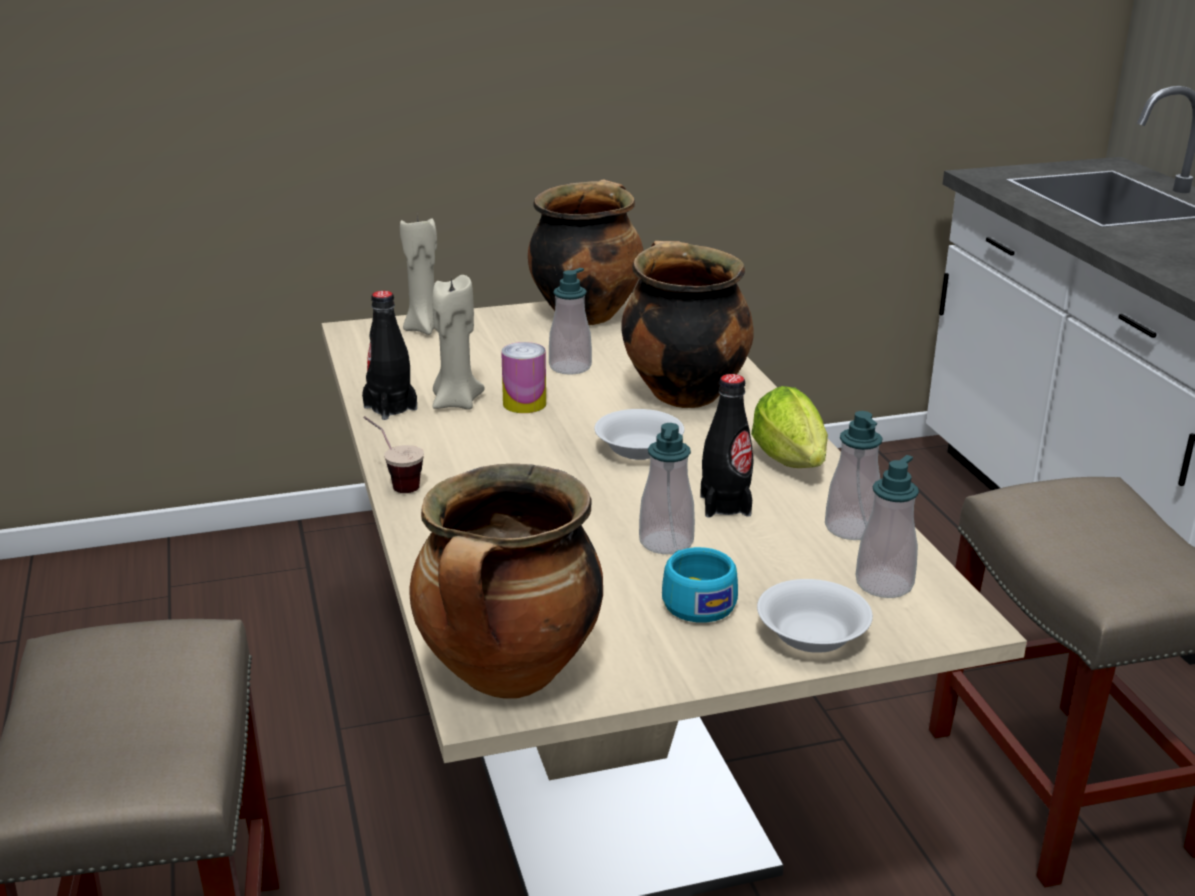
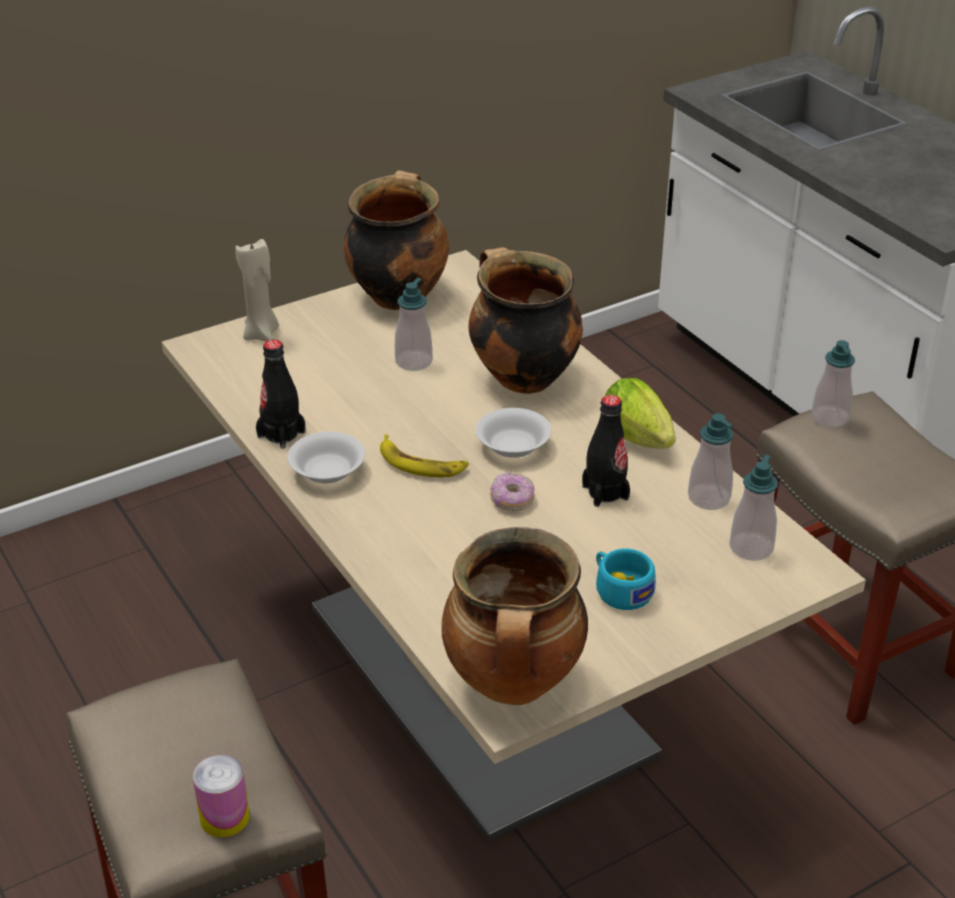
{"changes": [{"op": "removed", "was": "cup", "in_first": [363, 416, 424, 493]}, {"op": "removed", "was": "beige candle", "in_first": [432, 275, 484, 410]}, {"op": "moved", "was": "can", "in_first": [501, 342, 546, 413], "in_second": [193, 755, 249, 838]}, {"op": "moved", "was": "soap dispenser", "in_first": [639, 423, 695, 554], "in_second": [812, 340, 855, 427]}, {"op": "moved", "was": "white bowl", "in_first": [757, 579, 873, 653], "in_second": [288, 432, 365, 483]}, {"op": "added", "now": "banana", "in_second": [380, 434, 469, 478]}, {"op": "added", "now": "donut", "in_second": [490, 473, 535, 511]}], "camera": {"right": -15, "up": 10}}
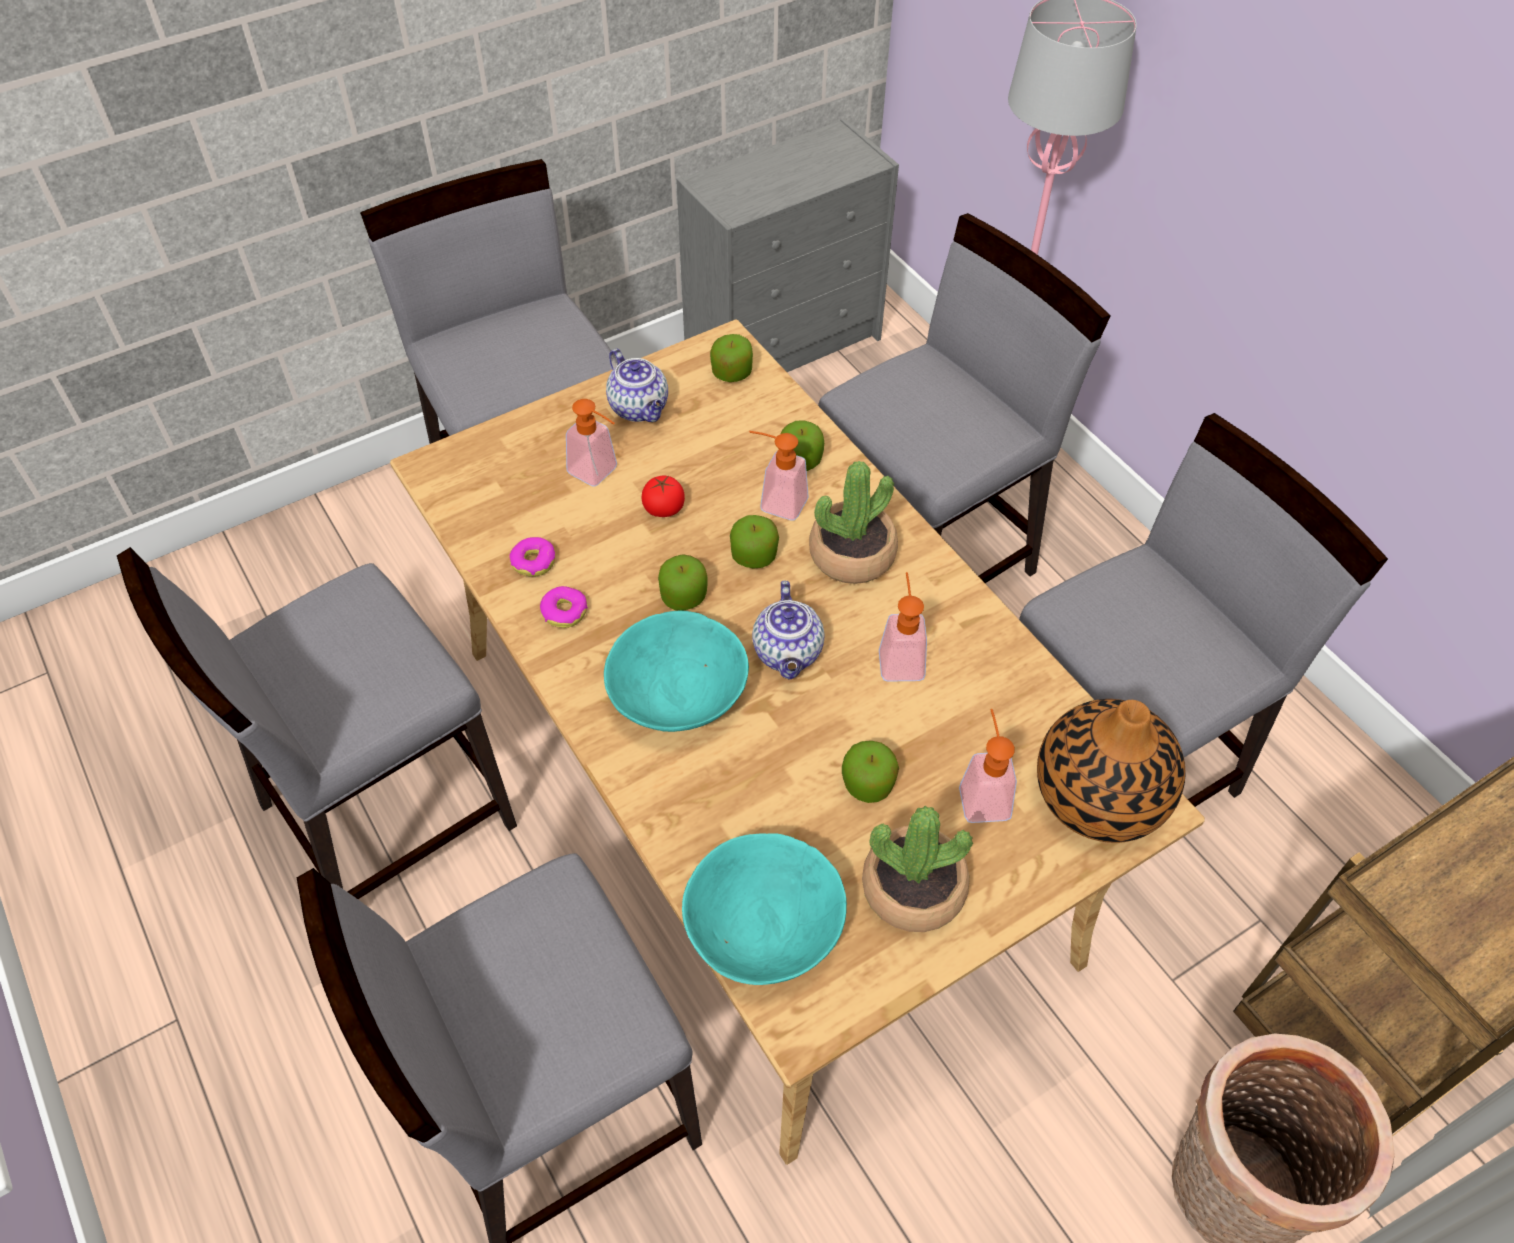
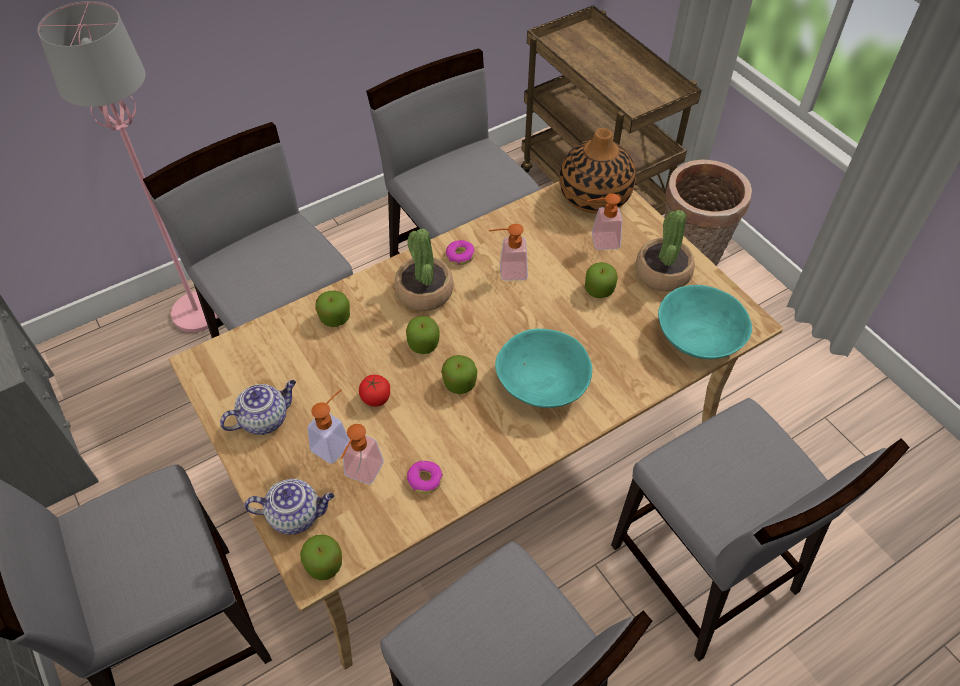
{"changes": [{"op": "moved", "was": "donut", "in_first": [540, 586, 588, 628], "in_second": [446, 240, 475, 265]}, {"op": "moved", "was": "apple", "in_first": [710, 334, 753, 382], "in_second": [300, 535, 342, 580]}, {"op": "moved", "was": "soap dispenser", "in_first": [749, 431, 809, 521], "in_second": [341, 424, 384, 484]}, {"op": "moved", "was": "teapot", "in_first": [752, 581, 825, 680], "in_second": [244, 479, 334, 535]}], "camera": {"right": -90, "up": 0}}
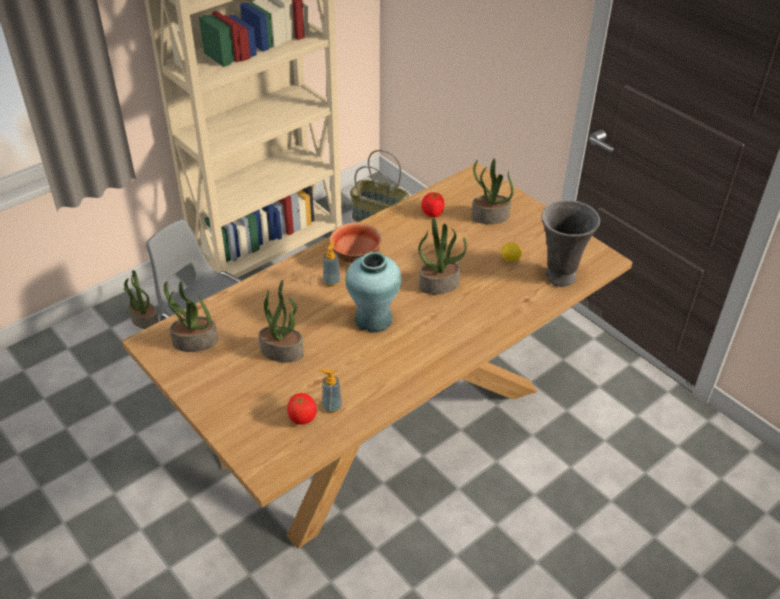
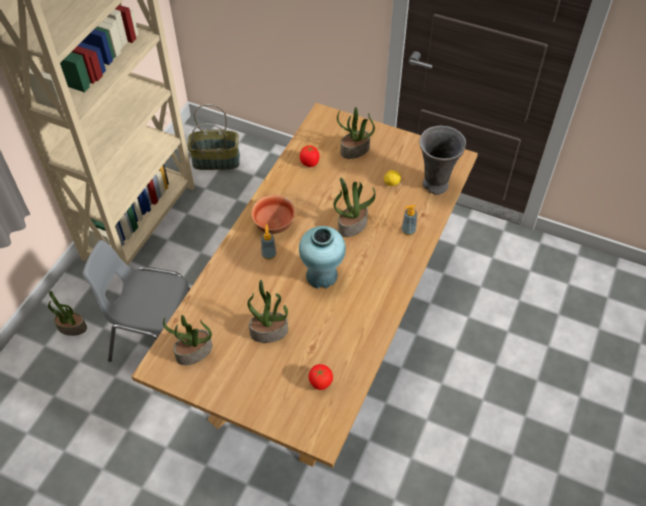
{"changes": [{"op": "moved", "was": "soap dispenser", "in_first": [320, 369, 342, 413], "in_second": [401, 204, 417, 236]}], "camera": {"right": -25, "up": 10}}
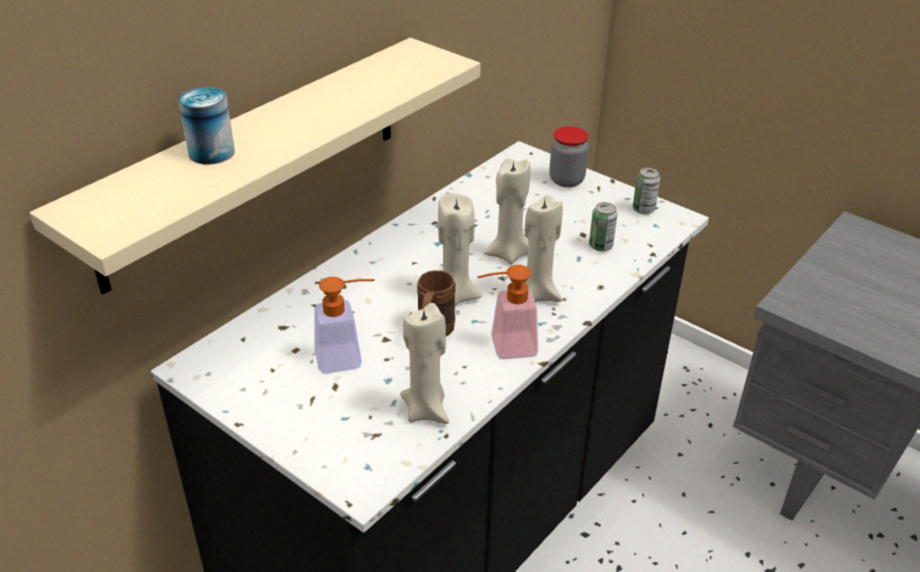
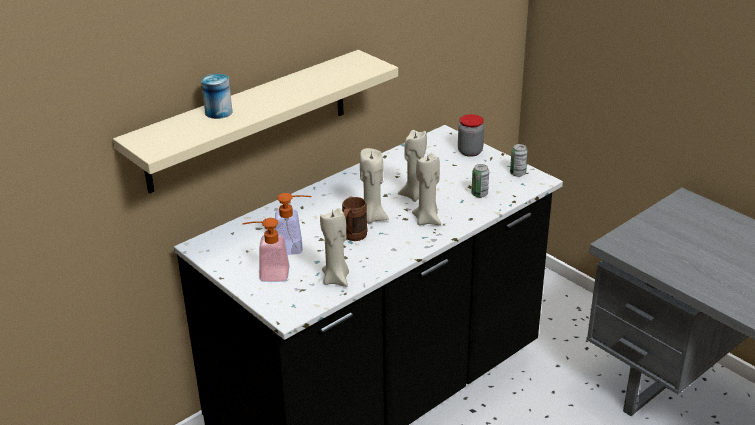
{"changes": [{"op": "moved", "was": "soap dispenser", "in_first": [477, 265, 538, 360], "in_second": [242, 218, 290, 282]}], "camera": {"right": 10, "up": -5}}
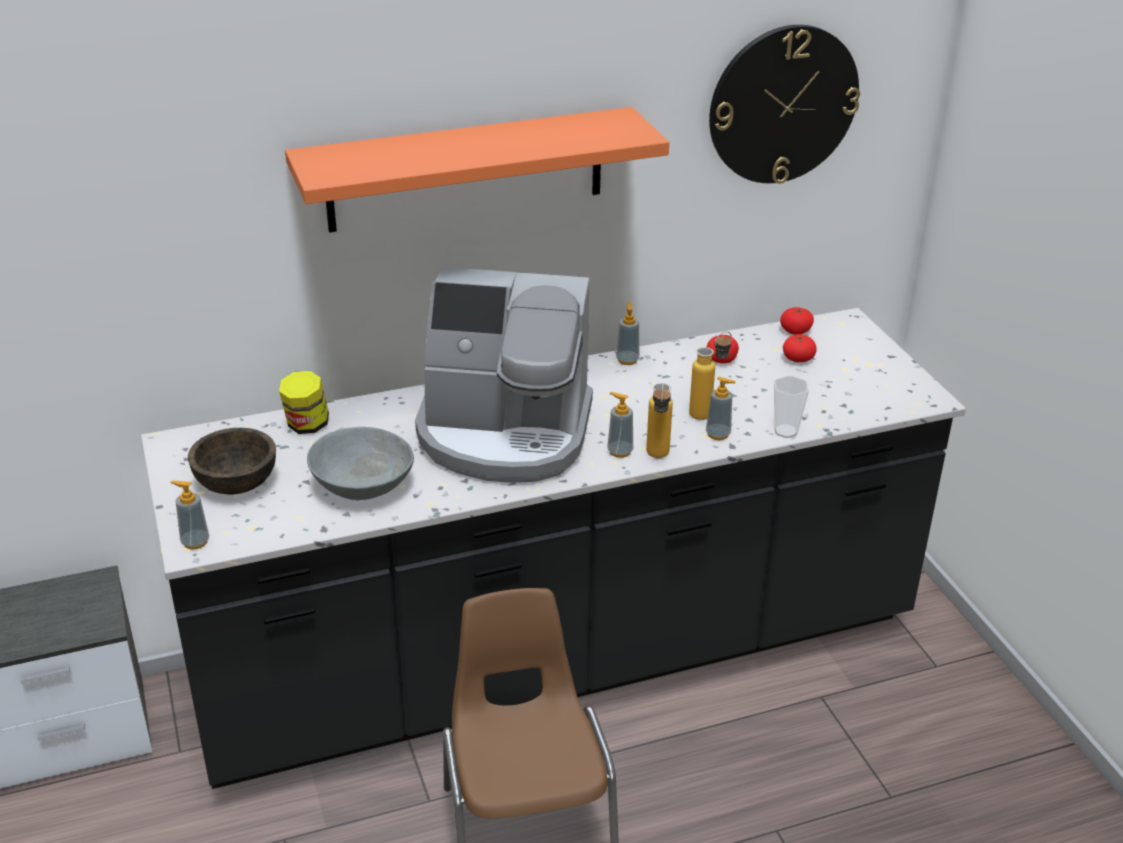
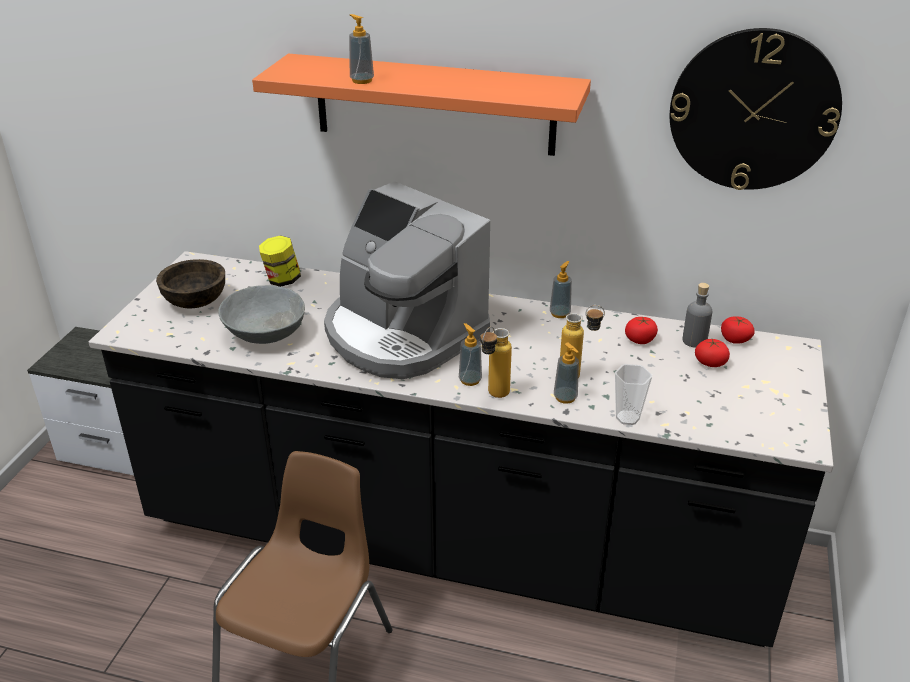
{"changes": [{"op": "moved", "was": "soap dispenser", "in_first": [170, 481, 209, 549], "in_second": [349, 14, 374, 84]}, {"op": "added", "now": "grey bottle", "in_second": [682, 283, 712, 348]}], "camera": {"right": 35, "up": 0}}
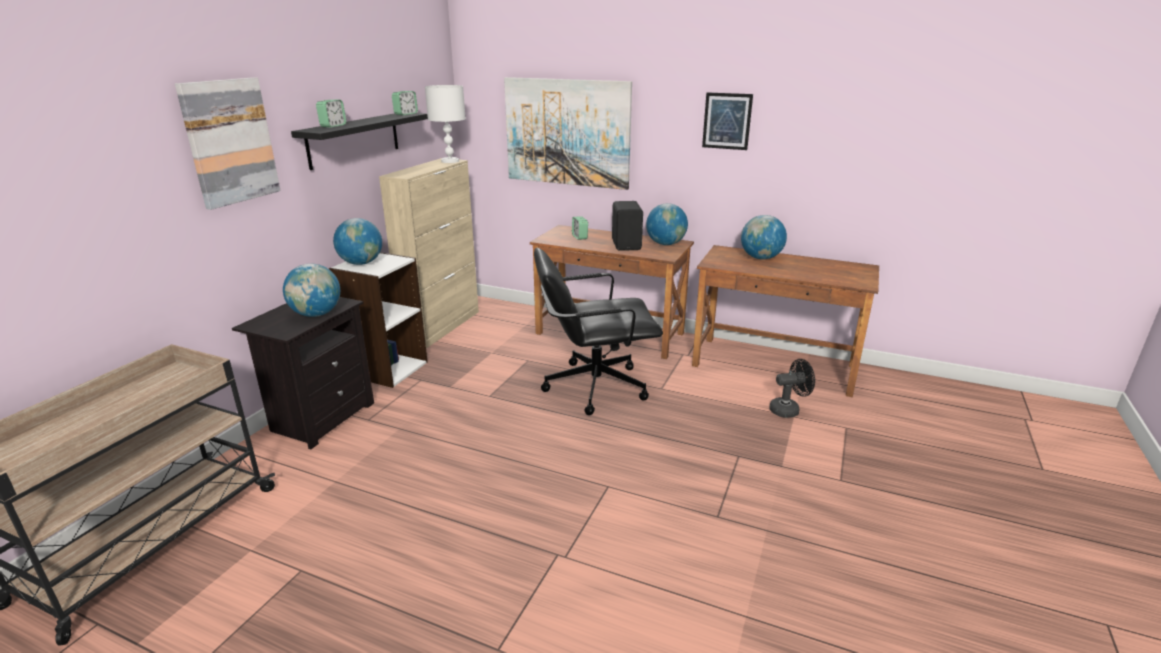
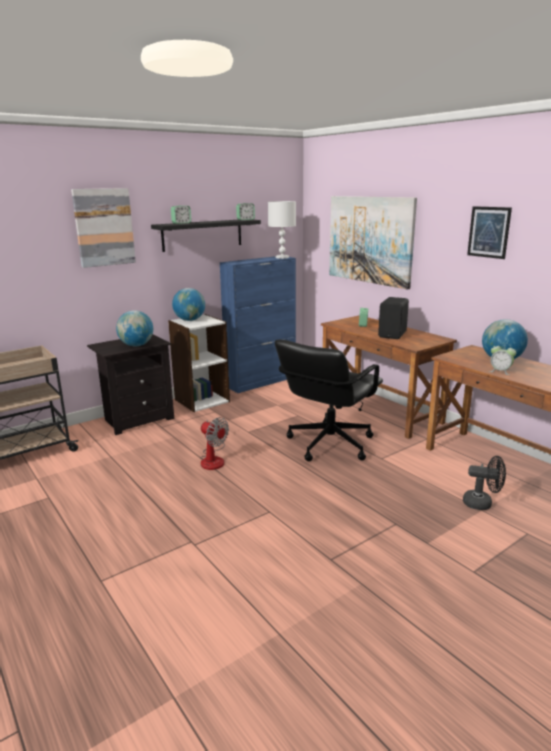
{"changes": [{"op": "recoloured", "was": "beige cabinet", "now": "blue cabinet", "in_first": [379, 158, 479, 348], "in_second": [220, 256, 296, 393]}, {"op": "turned", "was": "black office chair", "in_first": [534, 248, 663, 415], "in_second": [275, 340, 383, 461], "clockwise": -75}, {"op": "removed", "was": "globe", "in_first": [646, 203, 688, 245]}, {"op": "added", "now": "fan", "in_second": [200, 417, 229, 470]}, {"op": "added", "now": "alarm clock", "in_second": [489, 343, 516, 375]}], "camera": {"right": 30, "up": -5}}
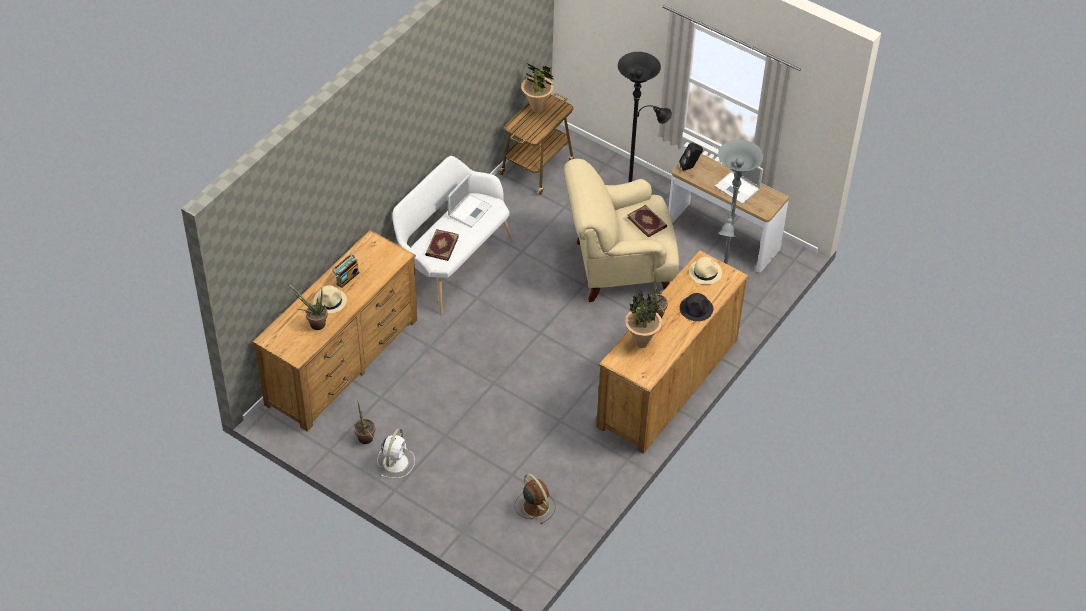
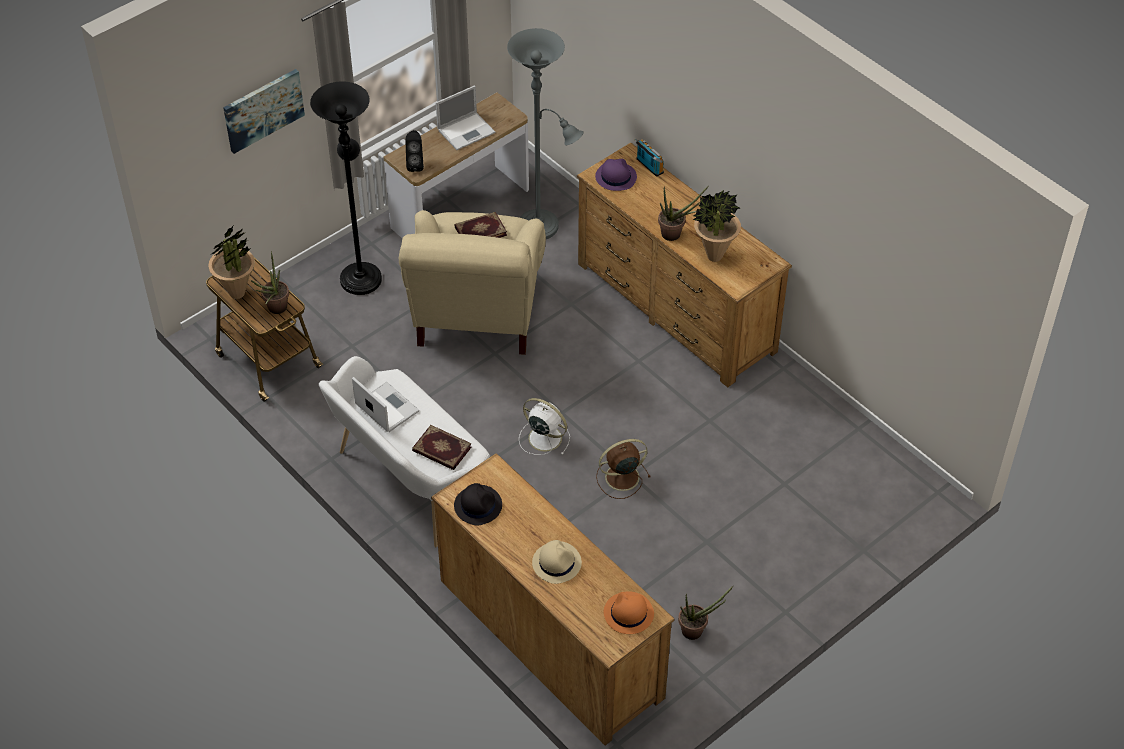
{"changes": [{"op": "moved", "was": "potted plant", "in_first": [287, 283, 328, 330], "in_second": [251, 251, 289, 314]}, {"op": "moved", "was": "radio", "in_first": [332, 254, 359, 288], "in_second": [634, 139, 664, 177]}, {"op": "moved", "was": "white fan", "in_first": [377, 428, 415, 478], "in_second": [519, 398, 570, 455]}, {"op": "moved", "was": "brown fan", "in_first": [515, 473, 556, 524], "in_second": [596, 439, 650, 499]}, {"op": "moved", "was": "black hat", "in_first": [680, 293, 713, 321], "in_second": [454, 483, 502, 525]}, {"op": "recoloured", "was": "beige hat", "now": "purple hat", "in_first": [689, 257, 722, 284], "in_second": [595, 159, 637, 191]}, {"op": "added", "now": "picture", "in_second": [223, 69, 305, 154]}, {"op": "added", "now": "orange hat", "in_second": [604, 591, 654, 634]}], "camera": {"right": -75, "up": 0}}
